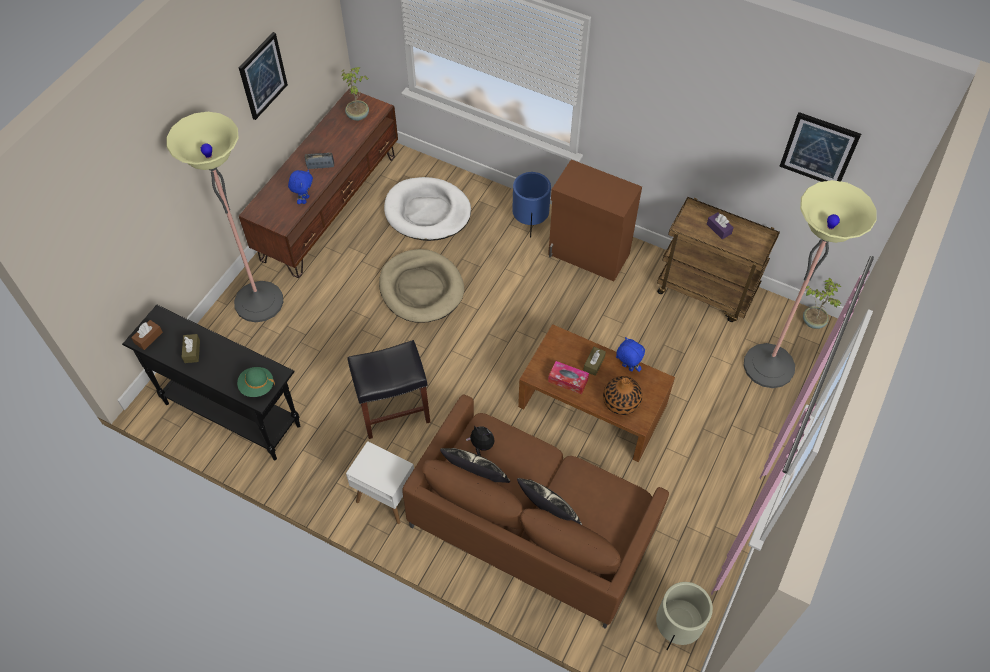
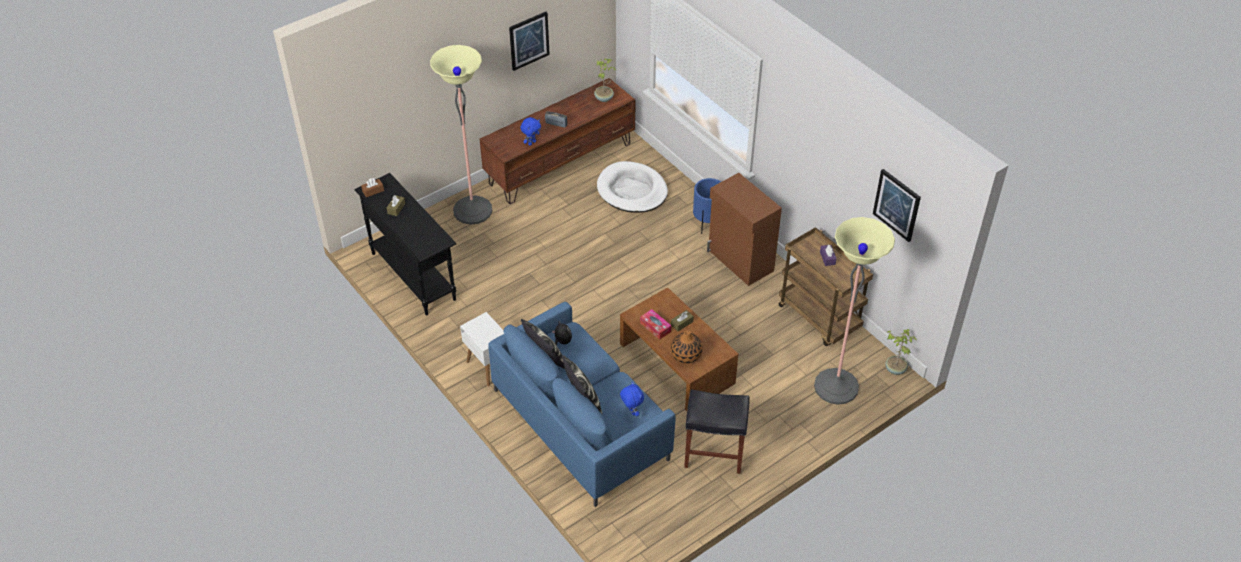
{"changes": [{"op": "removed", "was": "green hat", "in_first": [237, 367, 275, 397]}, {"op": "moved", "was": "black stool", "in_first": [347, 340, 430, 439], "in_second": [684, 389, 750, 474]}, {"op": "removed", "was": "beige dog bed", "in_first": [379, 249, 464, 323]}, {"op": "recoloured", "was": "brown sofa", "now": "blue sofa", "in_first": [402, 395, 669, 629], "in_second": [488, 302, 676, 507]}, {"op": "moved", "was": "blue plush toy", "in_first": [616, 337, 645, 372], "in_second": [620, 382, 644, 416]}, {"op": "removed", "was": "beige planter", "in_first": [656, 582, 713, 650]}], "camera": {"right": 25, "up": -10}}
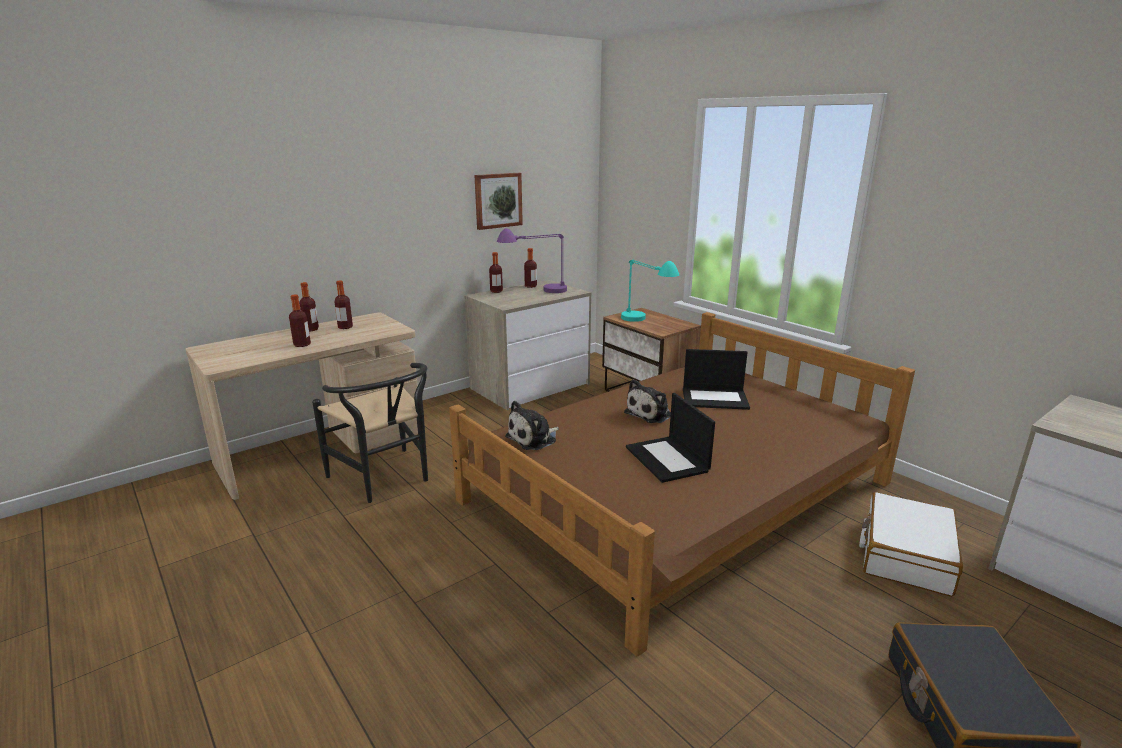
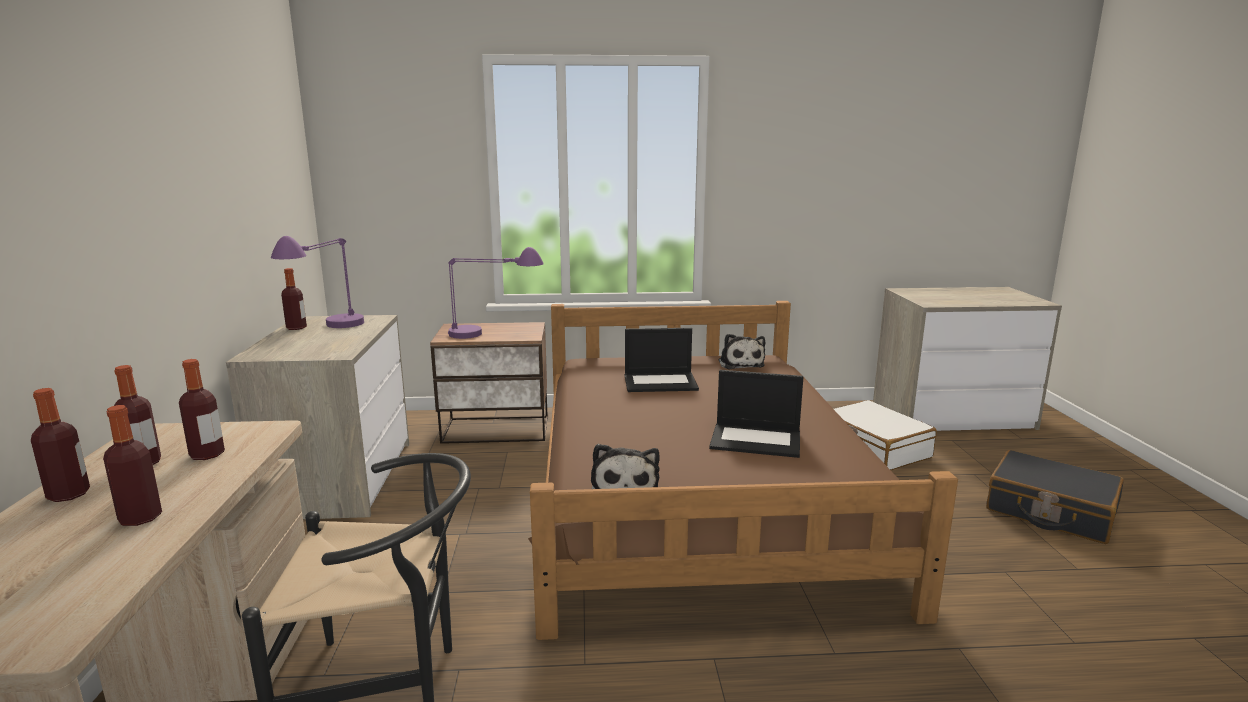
{"changes": [{"op": "removed", "was": "picture", "in_first": [474, 173, 523, 230]}, {"op": "moved", "was": "bottle", "in_first": [489, 252, 503, 293], "in_second": [179, 359, 225, 460]}, {"op": "recoloured", "was": "turquoise table lamp", "now": "purple table lamp", "in_first": [621, 259, 679, 322], "in_second": [448, 247, 544, 339]}, {"op": "moved", "was": "plush toy", "in_first": [624, 379, 671, 423], "in_second": [719, 333, 765, 369]}, {"op": "turned", "was": "laptop", "in_first": [683, 349, 750, 410], "in_second": [624, 328, 699, 392], "clockwise": 45}], "camera": {"right": -55, "up": -5}}
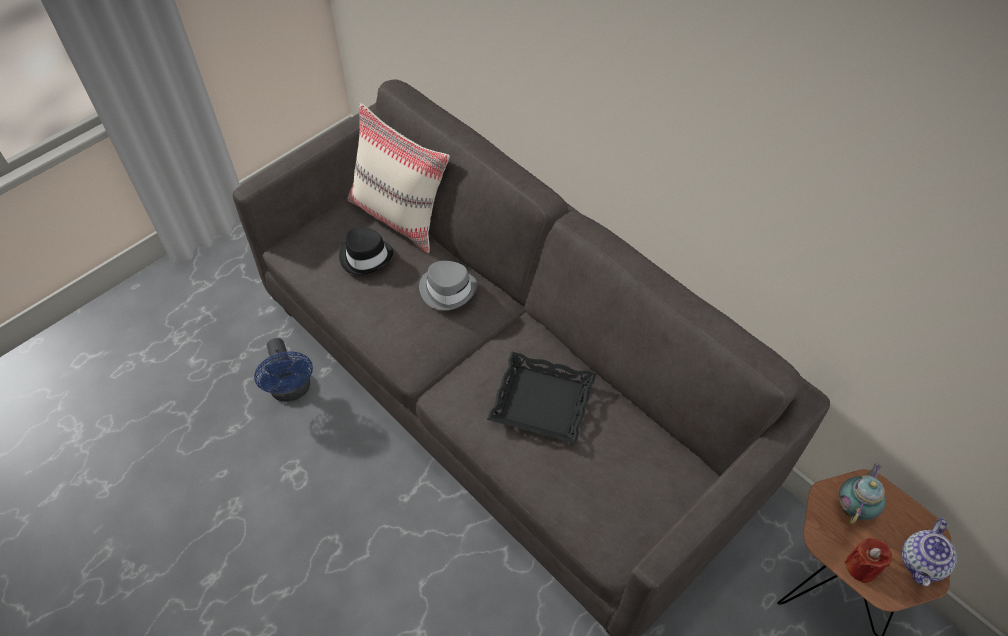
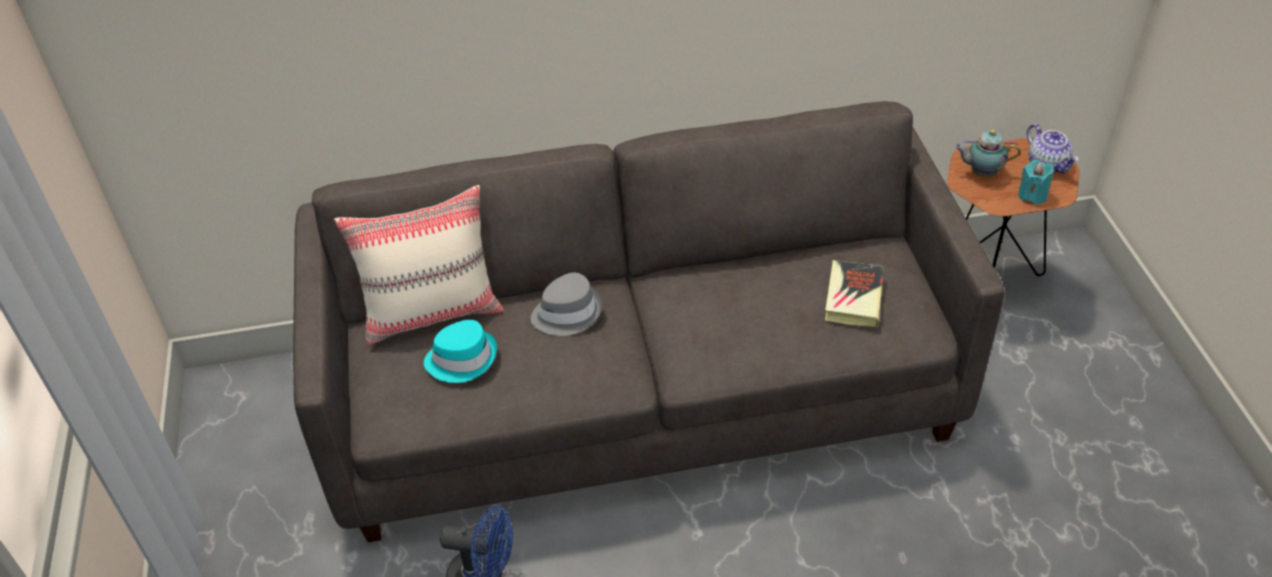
{"changes": [{"op": "recoloured", "was": "black hat", "now": "turquoise hat", "in_first": [339, 227, 393, 275], "in_second": [424, 320, 497, 383]}, {"op": "removed", "was": "black tray", "in_first": [487, 351, 597, 444]}, {"op": "turned", "was": "teapot", "in_first": [839, 463, 886, 525], "in_second": [954, 130, 1021, 178], "clockwise": -60}, {"op": "recoloured", "was": "red candle", "now": "turquoise candle", "in_first": [844, 538, 892, 583], "in_second": [1018, 160, 1054, 205]}, {"op": "added", "now": "book", "in_second": [825, 260, 884, 328]}], "camera": {"right": -55, "up": -10}}
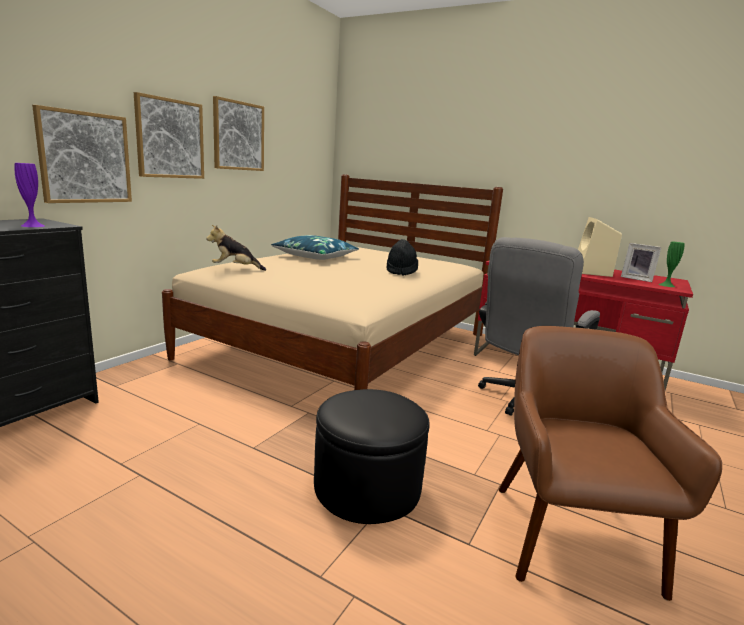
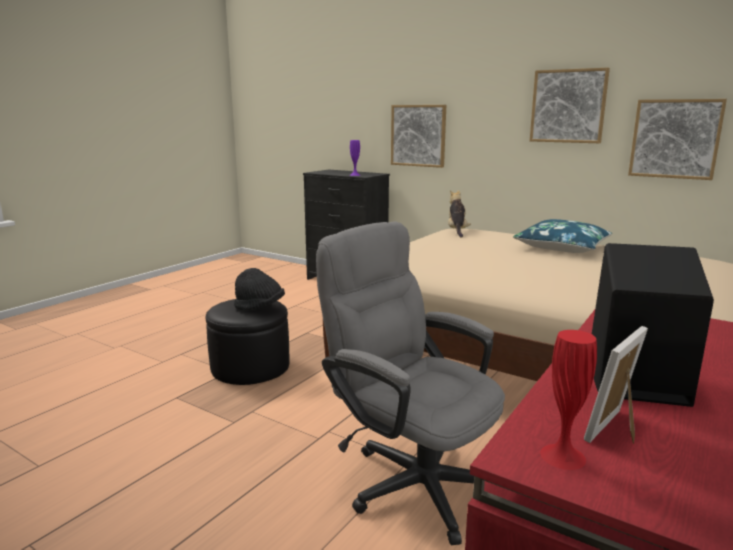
{"changes": [{"op": "moved", "was": "picture", "in_first": [134, 92, 204, 179], "in_second": [628, 99, 727, 180]}, {"op": "moved", "was": "black hat", "in_first": [387, 239, 418, 276], "in_second": [234, 268, 285, 310]}, {"op": "removed", "was": "brown armchair", "in_first": [499, 326, 722, 601]}, {"op": "recoloured", "was": "beige speaker", "now": "black speaker", "in_first": [578, 217, 622, 277], "in_second": [592, 243, 714, 407]}, {"op": "recoloured", "was": "green vase", "now": "red vase", "in_first": [659, 241, 685, 287], "in_second": [540, 330, 597, 470]}], "camera": {"right": 95, "up": 0}}
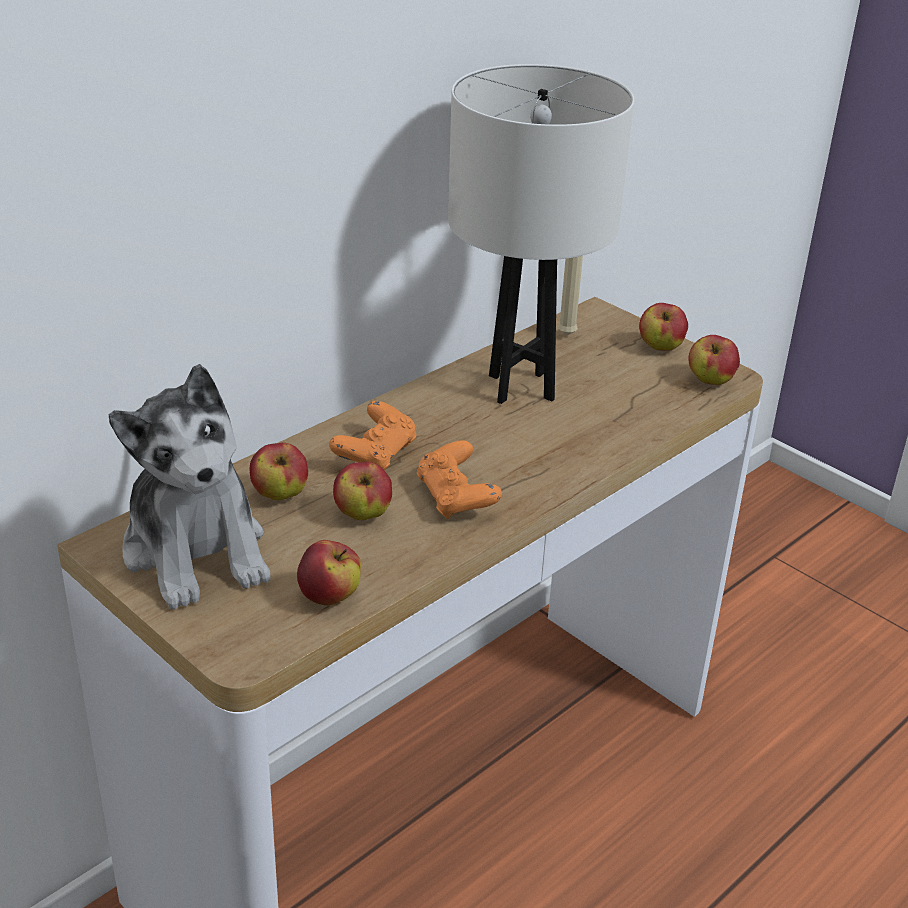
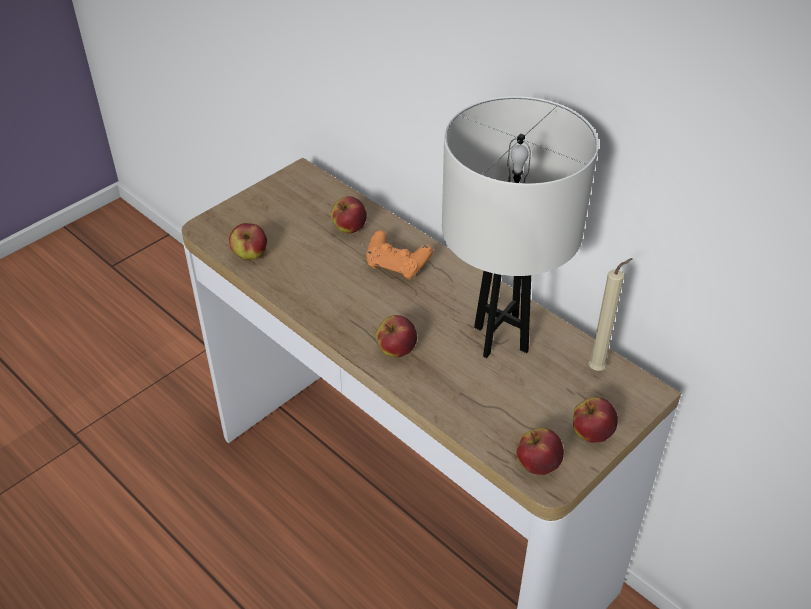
{"changes": [{"op": "removed", "was": "plush toy", "in_first": [108, 364, 271, 609]}, {"op": "moved", "was": "apple", "in_first": [333, 462, 392, 520], "in_second": [376, 315, 417, 357]}, {"op": "removed", "was": "orange game controller", "in_first": [417, 440, 502, 519]}], "camera": {"right": 90, "up": 10}}
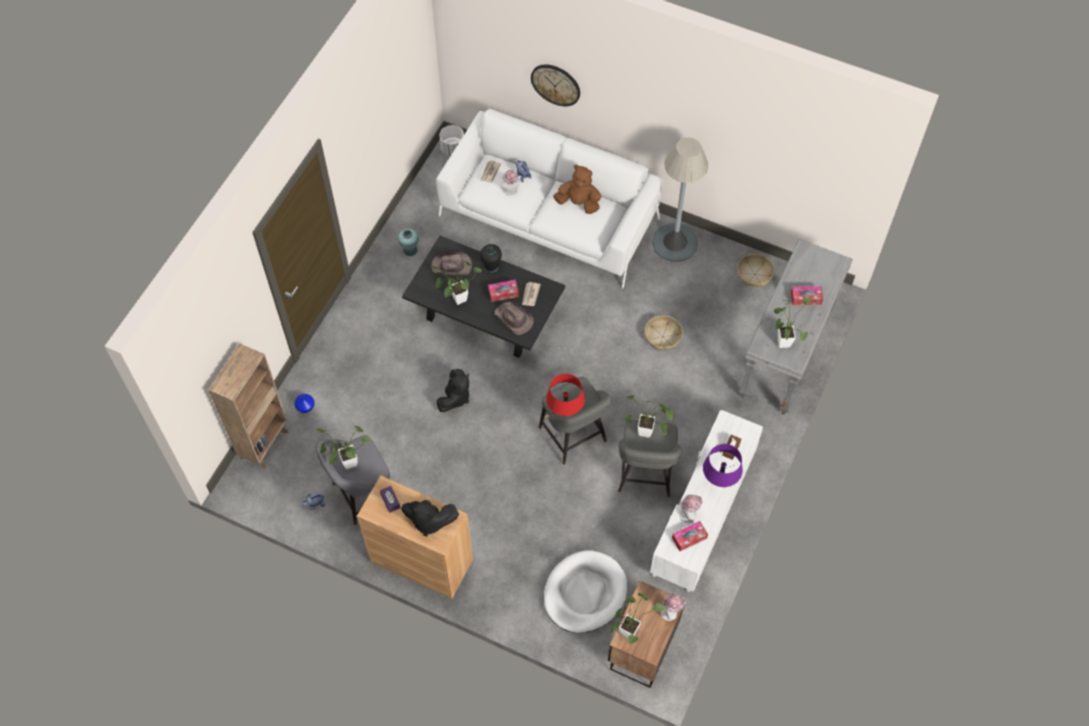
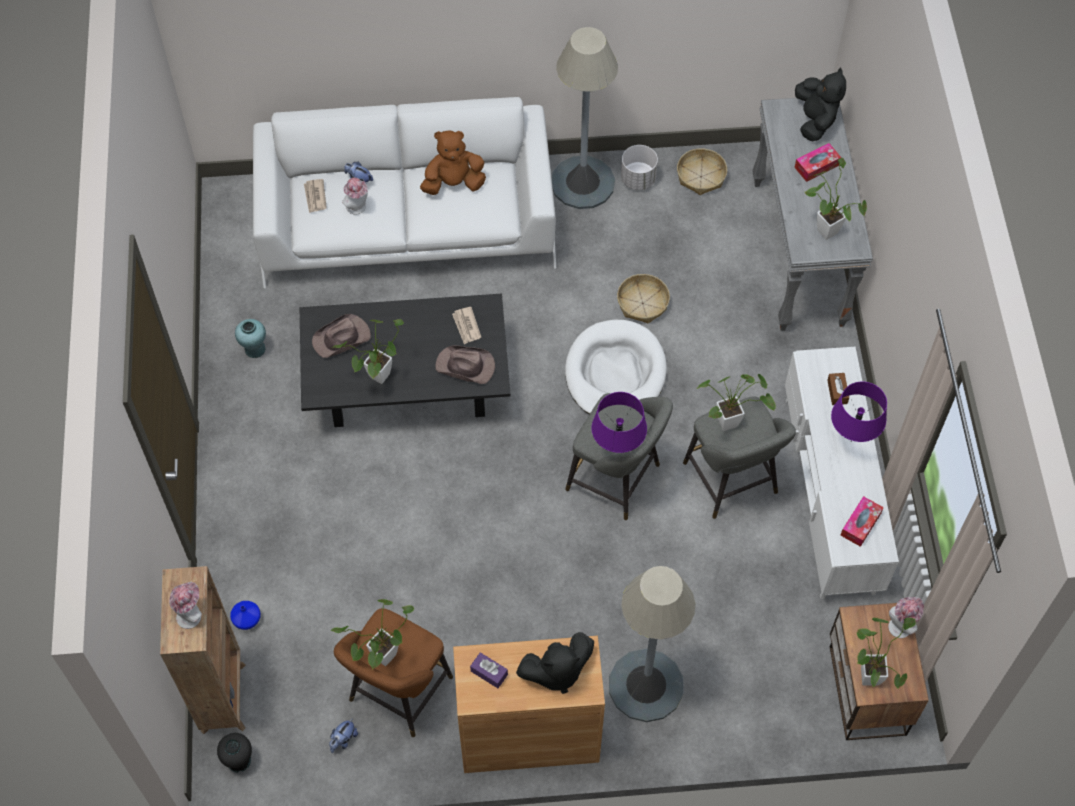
{"changes": [{"op": "recoloured", "was": "grey stool", "now": "brown stool", "in_first": [315, 435, 390, 525], "in_second": [334, 608, 453, 737]}, {"op": "moved", "was": "black plush toy", "in_first": [437, 369, 469, 412], "in_second": [795, 67, 846, 141]}, {"op": "moved", "was": "white planter", "in_first": [440, 125, 464, 156], "in_second": [621, 145, 658, 190]}, {"op": "moved", "was": "black vase", "in_first": [480, 244, 502, 273], "in_second": [217, 733, 252, 773]}, {"op": "removed", "was": "tissue box", "in_first": [488, 280, 519, 302]}, {"op": "removed", "was": "wall clock", "in_first": [531, 64, 580, 106]}, {"op": "moved", "was": "white dog bed", "in_first": [544, 550, 627, 633], "in_second": [565, 320, 667, 414]}, {"op": "recoloured", "was": "red table lamp", "now": "purple table lamp", "in_first": [546, 374, 585, 416], "in_second": [592, 392, 647, 453]}, {"op": "moved", "was": "hat", "in_first": [679, 495, 703, 523], "in_second": [169, 582, 202, 629]}, {"op": "added", "now": "grey floor lamp", "in_second": [609, 566, 695, 722]}], "camera": {"right": -30, "up": 0}}
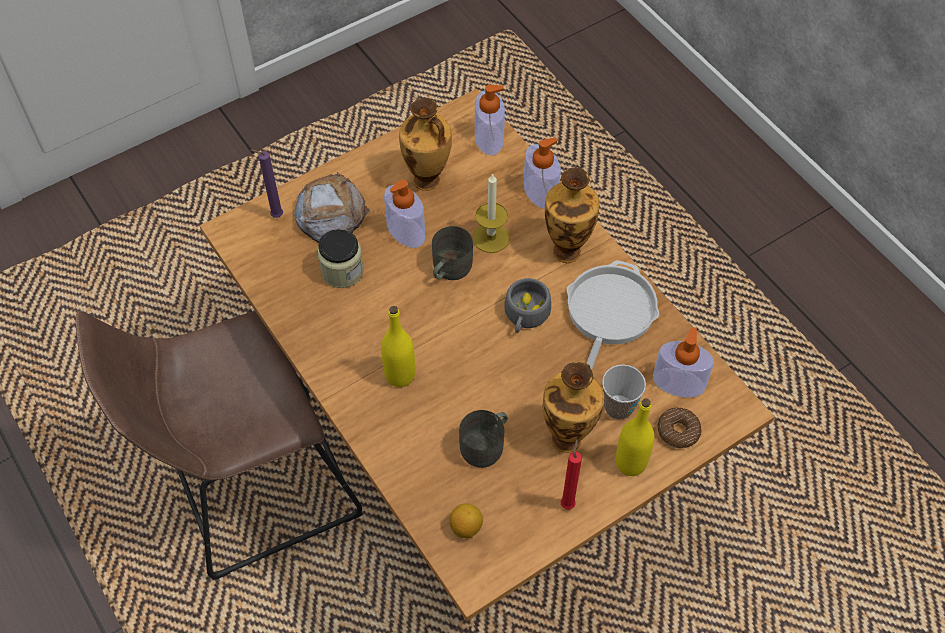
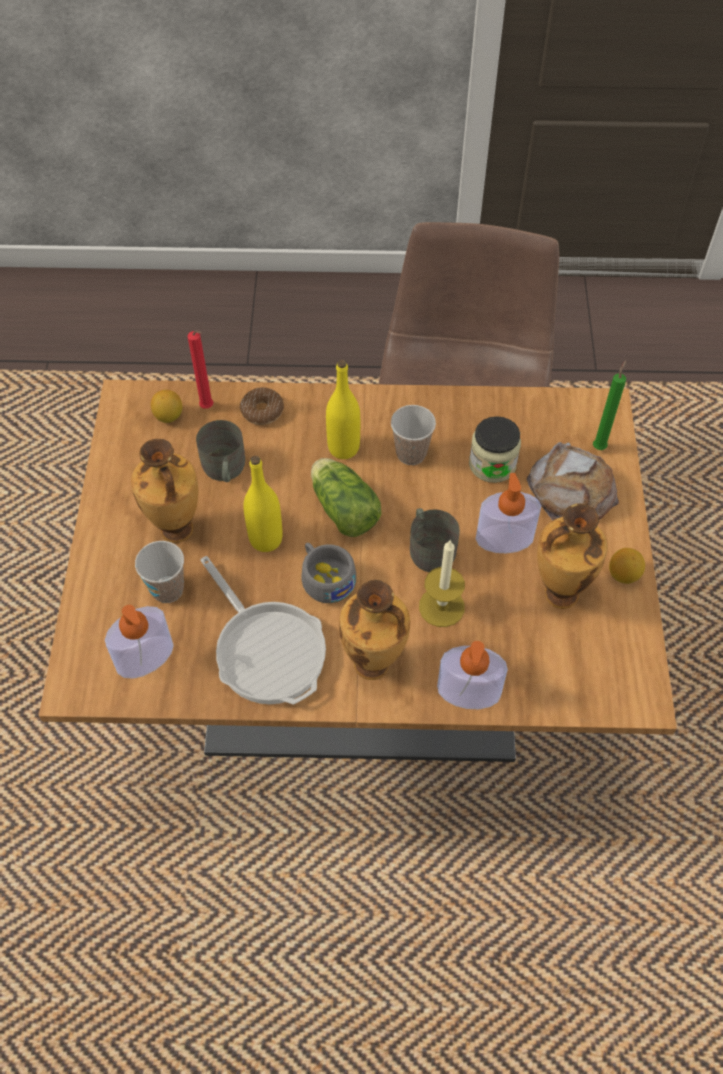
{"changes": [{"op": "recoloured", "was": "purple candle", "now": "green candle", "in_first": [251, 149, 283, 218], "in_second": [593, 360, 626, 450]}, {"op": "removed", "was": "soap dispenser", "in_first": [475, 85, 505, 156]}, {"op": "moved", "was": "red candle", "in_first": [561, 440, 582, 509], "in_second": [188, 330, 213, 409]}, {"op": "moved", "was": "yellow bottle", "in_first": [616, 398, 654, 476], "in_second": [243, 456, 283, 552]}, {"op": "moved", "was": "donut", "in_first": [657, 407, 701, 448], "in_second": [240, 387, 284, 425]}, {"op": "added", "now": "lettuce", "in_second": [311, 458, 382, 537]}, {"op": "added", "now": "cup", "in_second": [391, 405, 436, 465]}, {"op": "added", "now": "lemon", "in_second": [609, 548, 645, 584]}], "camera": {"right": 125, "up": 0}}
